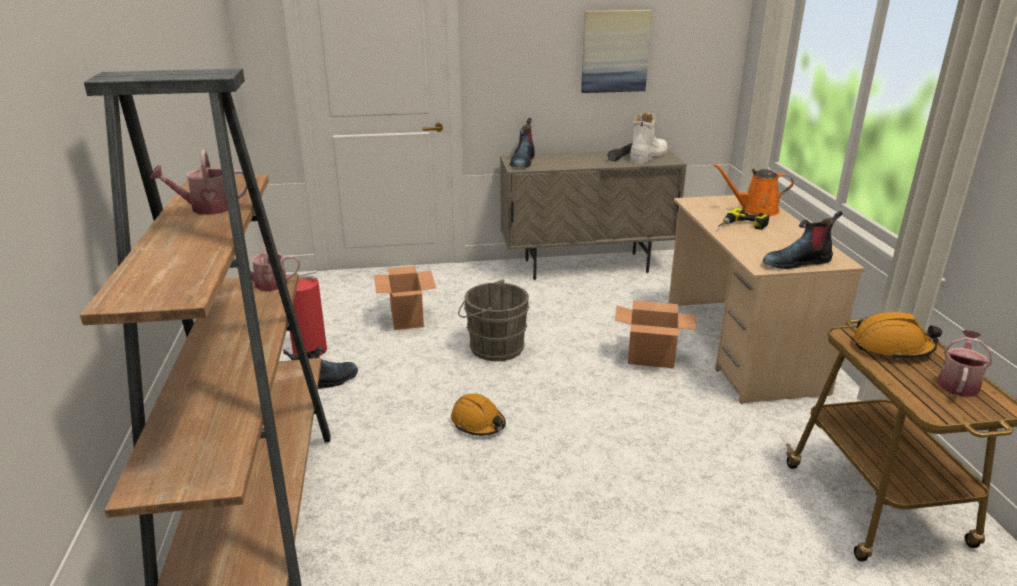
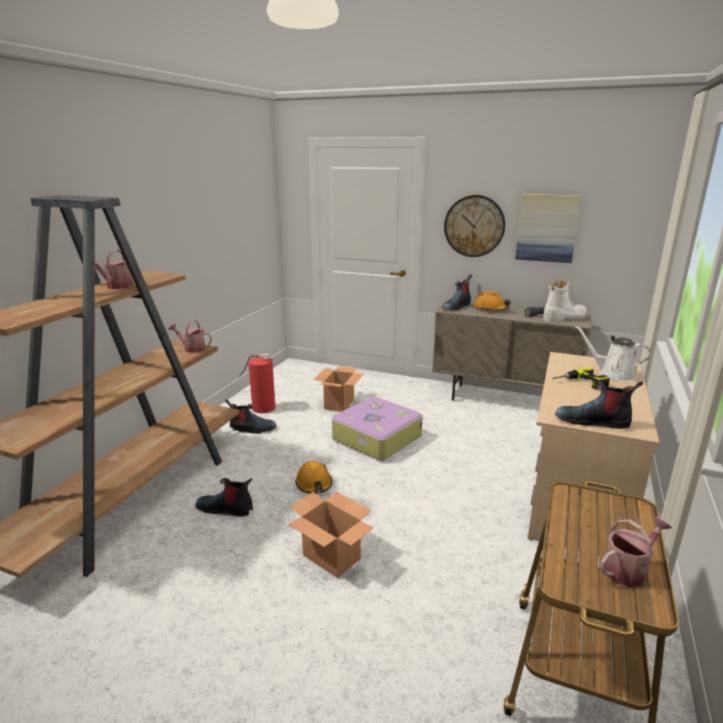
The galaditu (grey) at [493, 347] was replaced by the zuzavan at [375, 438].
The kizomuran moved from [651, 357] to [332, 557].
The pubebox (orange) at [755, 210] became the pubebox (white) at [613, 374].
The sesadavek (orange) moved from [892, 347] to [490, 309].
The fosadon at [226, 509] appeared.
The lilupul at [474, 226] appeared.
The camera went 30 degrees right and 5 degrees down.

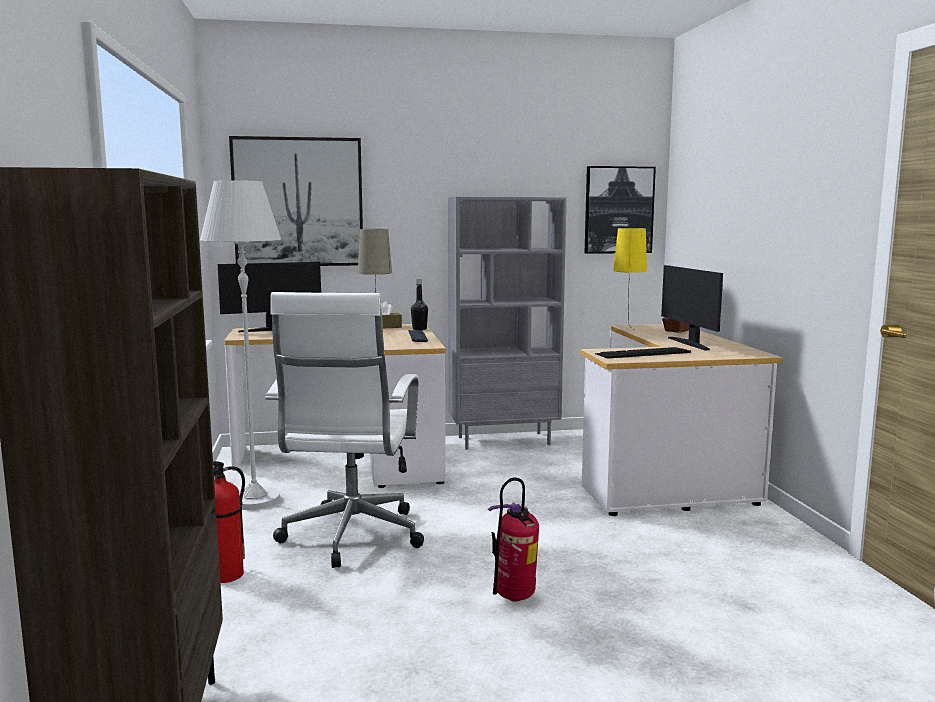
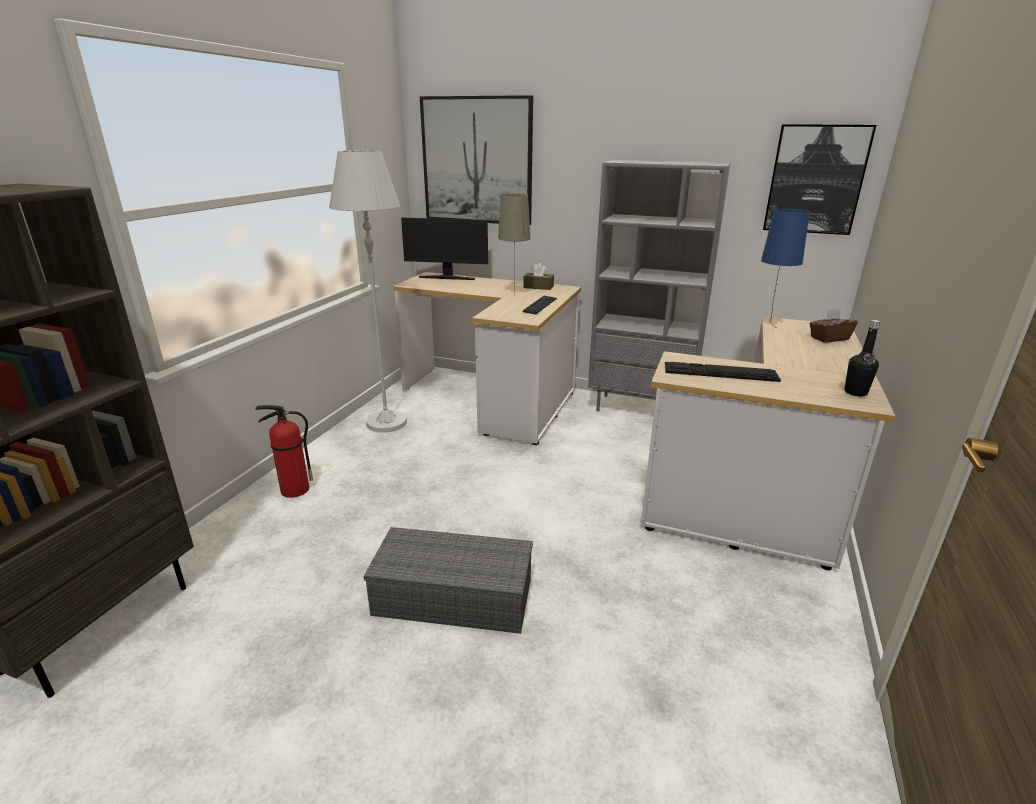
The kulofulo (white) at [351, 538] disappeared.
The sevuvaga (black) moved from [419, 329] to [855, 392].
The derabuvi at [514, 598] was replaced by the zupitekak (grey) at [456, 595].
The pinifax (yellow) at [627, 330] became the pinifax (blue) at [768, 328].
The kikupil at [690, 343] disappeared.
The camera went 30 degrees right and 15 degrees up.

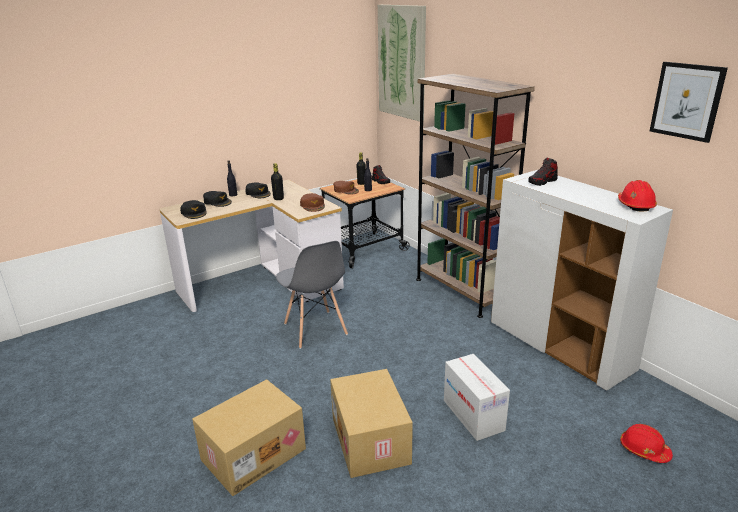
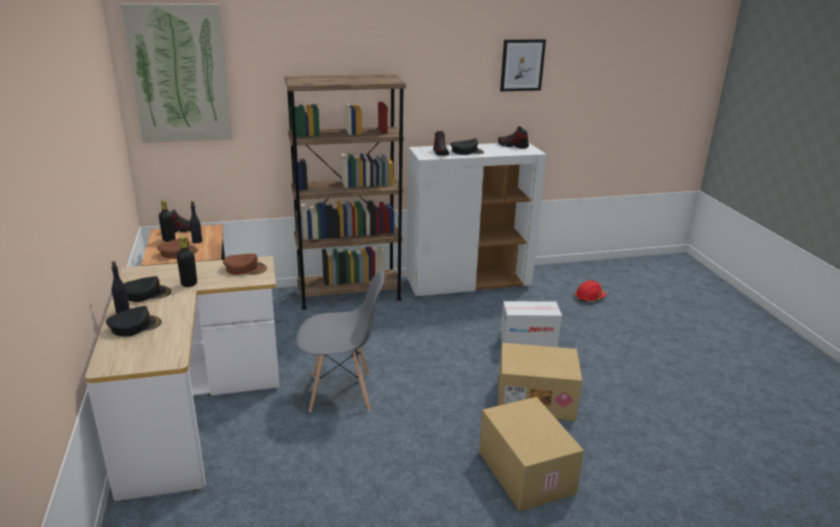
The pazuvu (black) moved from [194, 213] to [466, 151].
The sesadavek (red) at [635, 205] was replaced by the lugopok at [513, 146].
The camera went 70 degrees left and 0 degrees up.

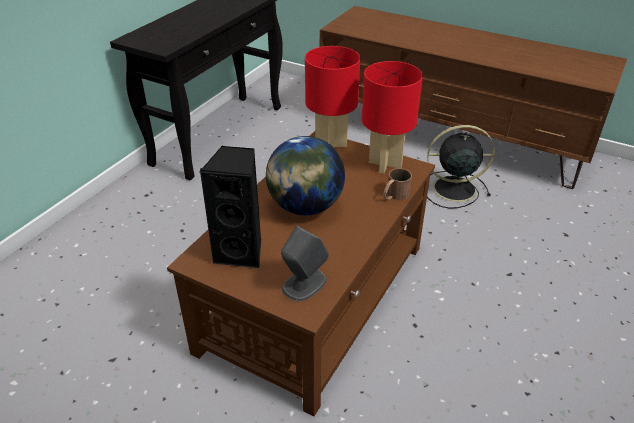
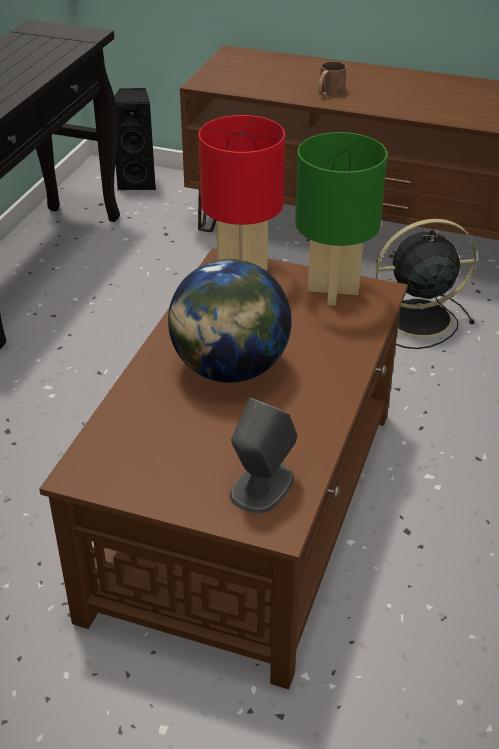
The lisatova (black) moved from [241, 252] to [138, 182].
The pinifax (red) at [385, 164] became the pinifax (green) at [333, 291].
The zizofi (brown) moved from [394, 195] to [328, 92].
The camera went 10 degrees left and 0 degrees up.

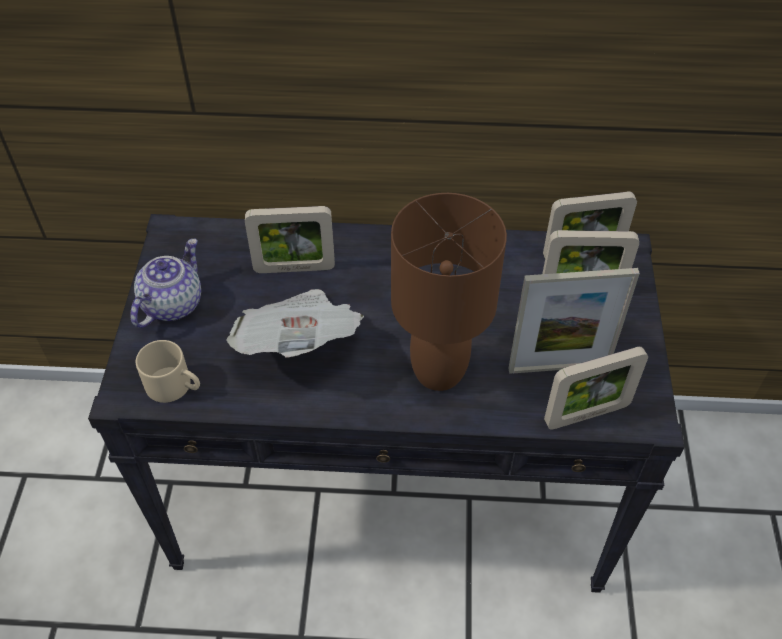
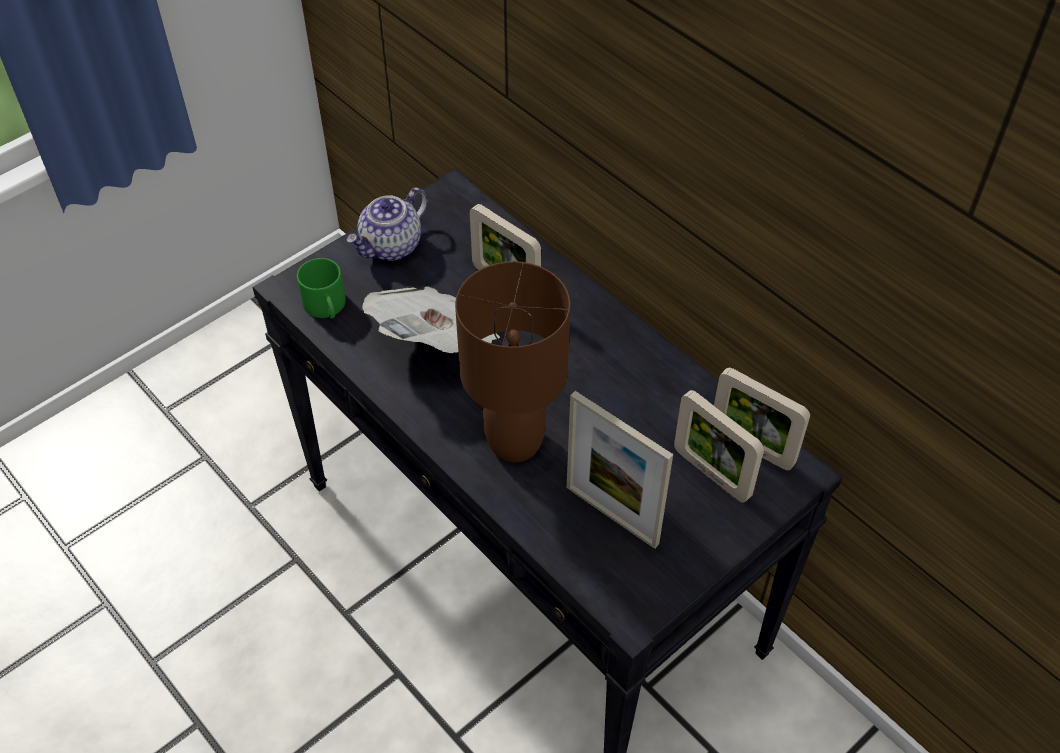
The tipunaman at [172, 303] turned 150 degrees clockwise.
The zizofi (beige) at [175, 386] became the zizofi (green) at [327, 307].
The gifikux at [586, 414] disappeared.
The camera went 45 degrees right and 0 degrees up.

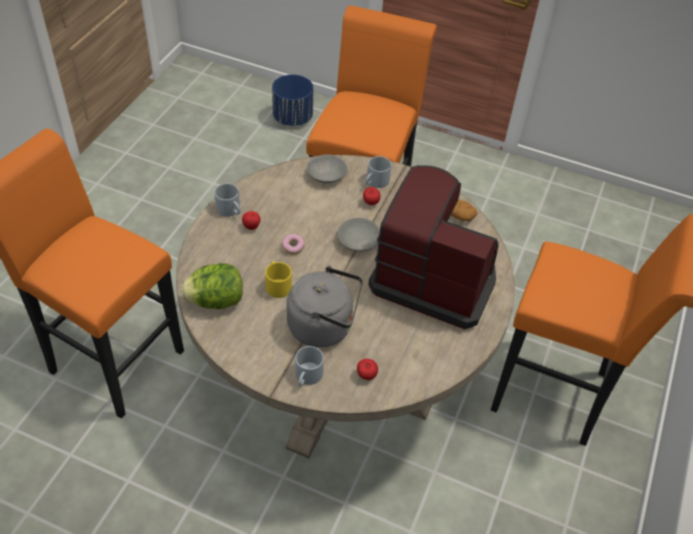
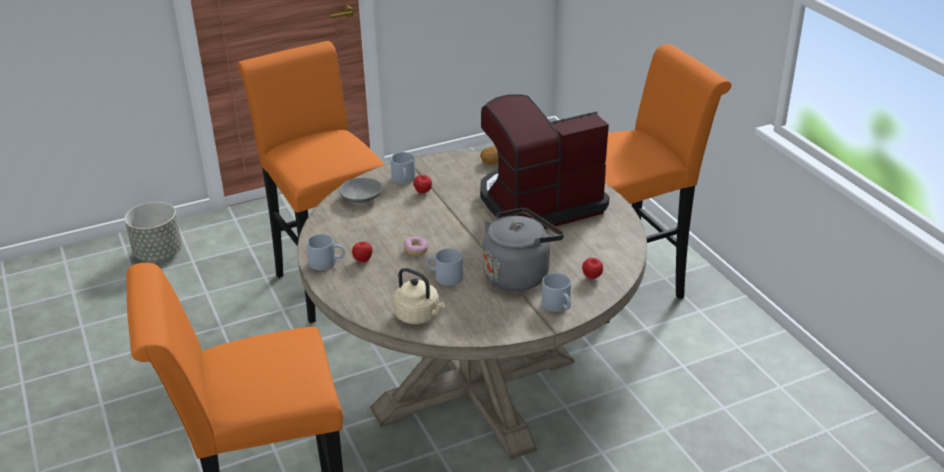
The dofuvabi at [216, 301] was replaced by the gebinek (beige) at [419, 316].
The zizofi (yellow) at [276, 284] became the zizofi (grey) at [444, 277].
The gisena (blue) at [293, 118] became the gisena (grey) at [159, 253].
The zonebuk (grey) at [358, 242] disappeared.
The camera went 45 degrees left and 15 degrees down.

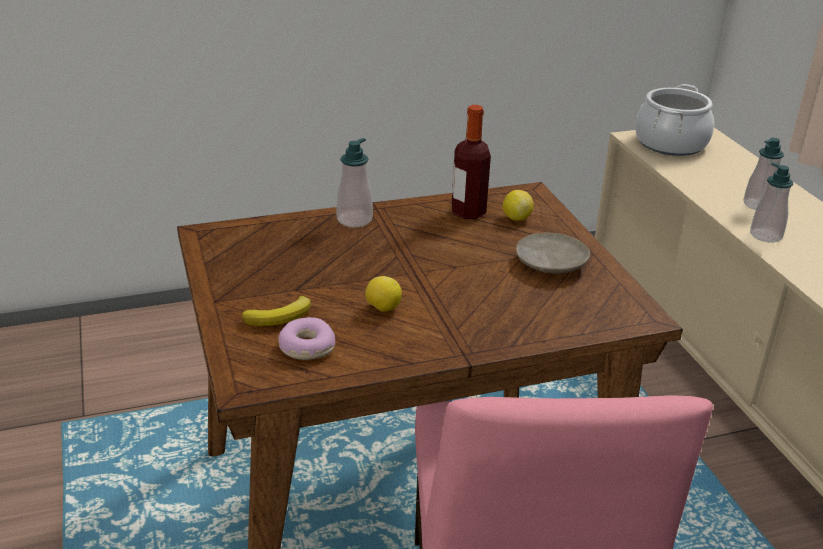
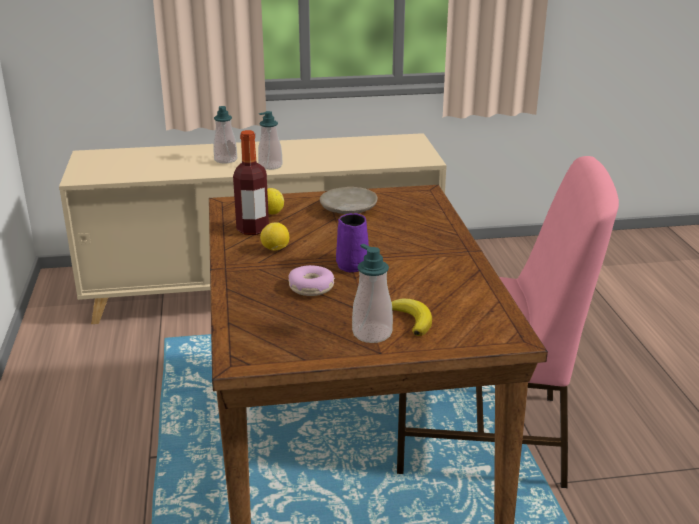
The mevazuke moved from [306, 347] to [311, 288].
The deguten moved from [354, 220] to [372, 333].
The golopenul moved from [382, 308] to [275, 249].
The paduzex at [671, 143] disappeared.
The zizofi (purple) at [353, 265] appeared.
The camera went 80 degrees left and 5 degrees down.

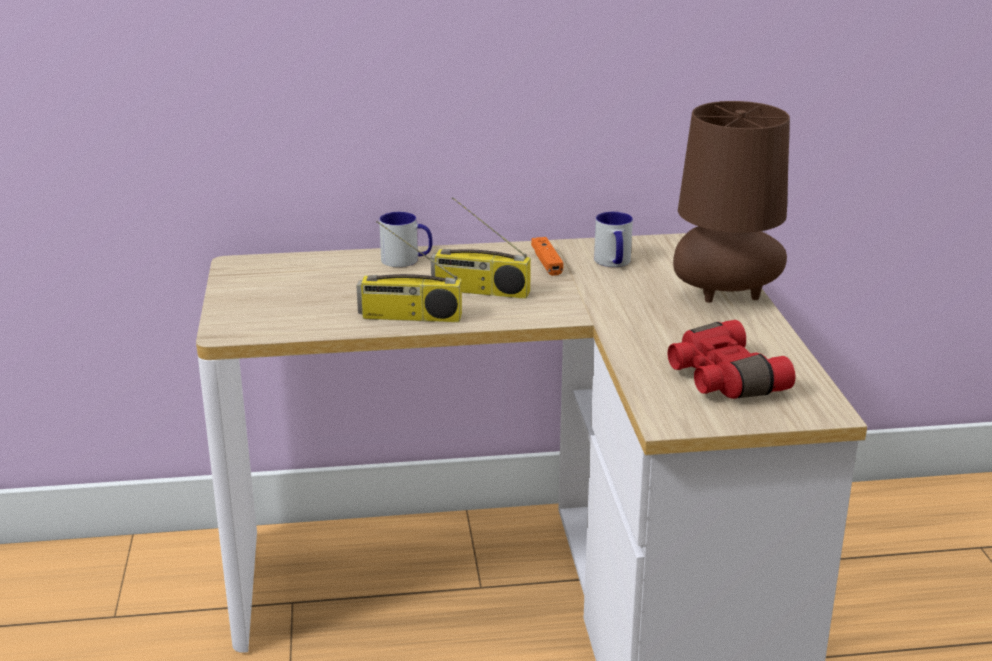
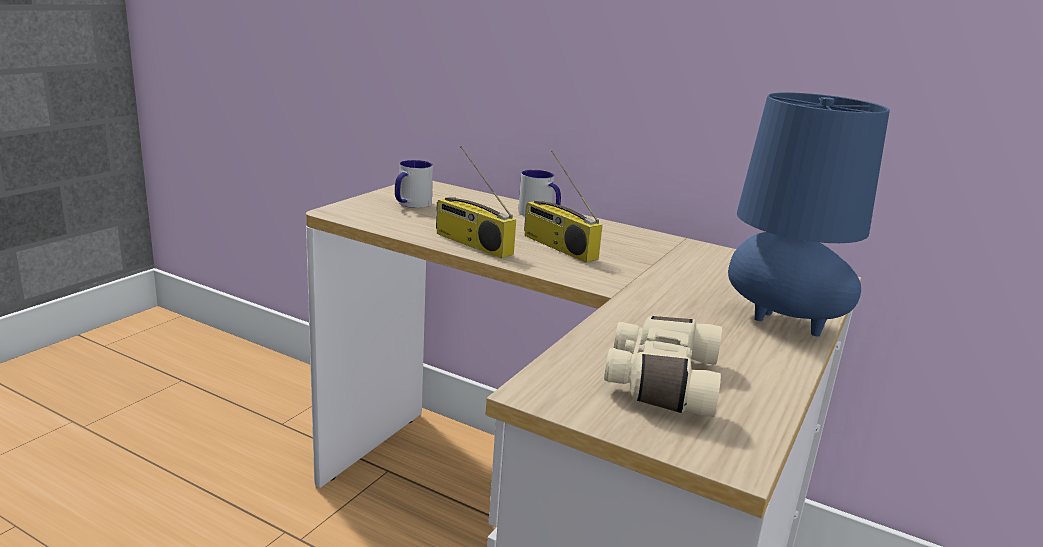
The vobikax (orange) at [546, 262] disappeared.
The zizofi moved from [613, 263] to [411, 204].
The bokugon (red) at [721, 379] became the bokugon (beige) at [659, 381].
The pinifax (brown) at [724, 298] became the pinifax (blue) at [779, 323].
The camera went 35 degrees right and 5 degrees down.

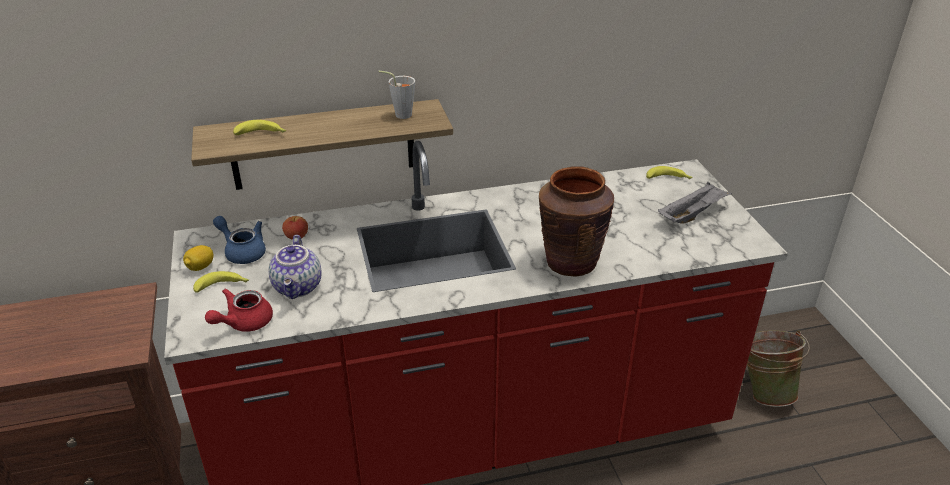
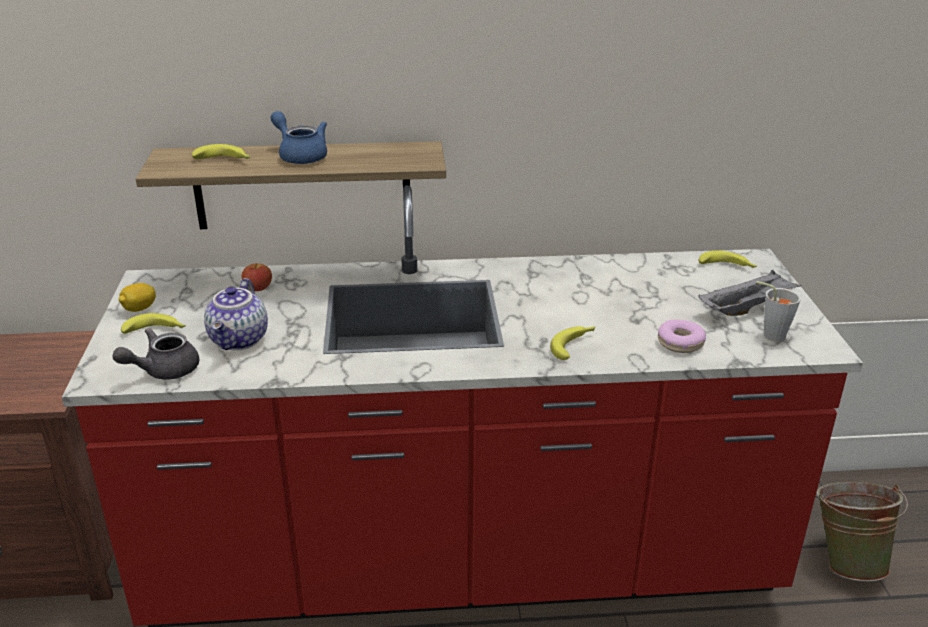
The tipunaman (red) at [243, 323] became the tipunaman (grey) at [163, 370].
The tipunaman (blue) moved from [242, 251] to [300, 155].
The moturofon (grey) moved from [399, 114] to [769, 334].
The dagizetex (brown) at [570, 262] was replaced by the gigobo at [574, 345].
The mevazuke at [680, 343] appeared.
The camera went 10 degrees right and 5 degrees down.

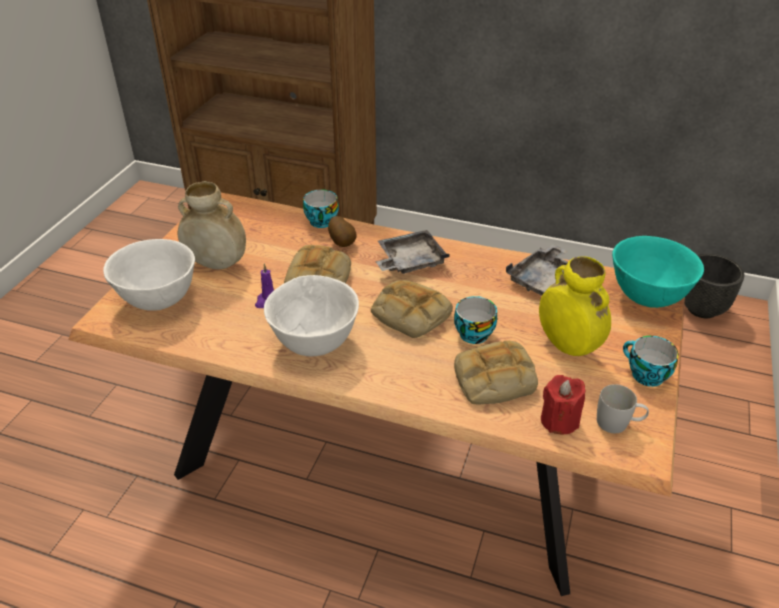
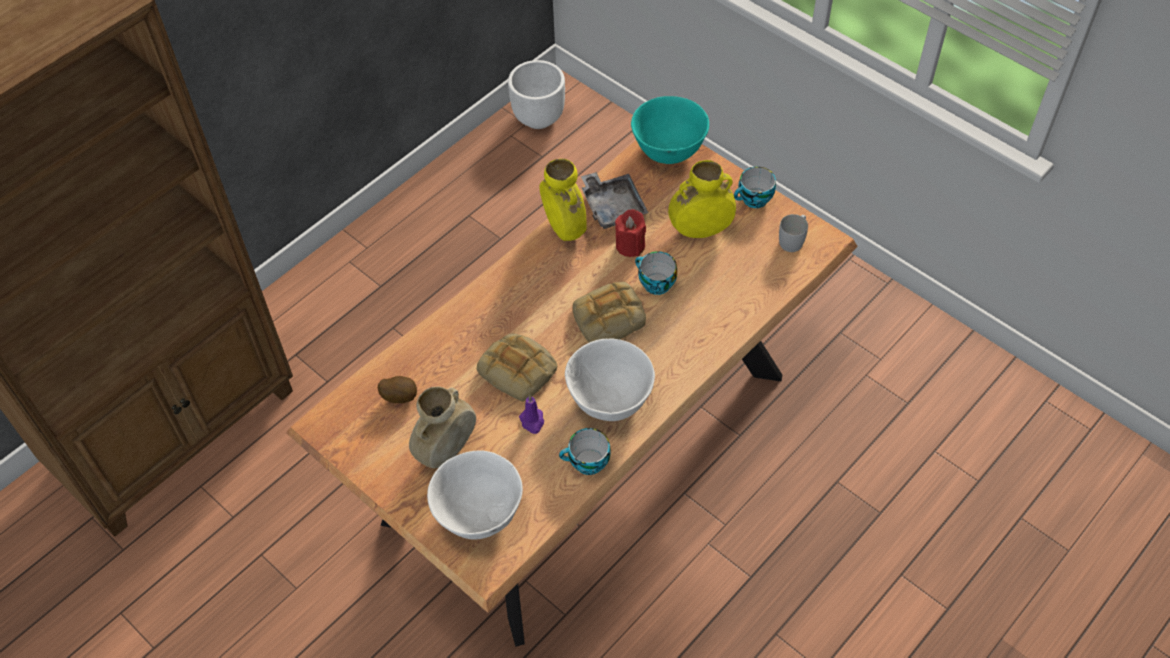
The moturofon moved from [320, 221] to [587, 463].
The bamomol moved from [343, 243] to [400, 396].
The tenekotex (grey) at [410, 261] disappeared.
The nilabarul at [493, 380] disappeared.
The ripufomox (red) moved from [559, 420] to [630, 245].
The gisena (black) at [702, 309] became the gisena (white) at [539, 118].
The dagizetex (yellow) at [565, 228] appeared.
The camera went 65 degrees left and 15 degrees up.

